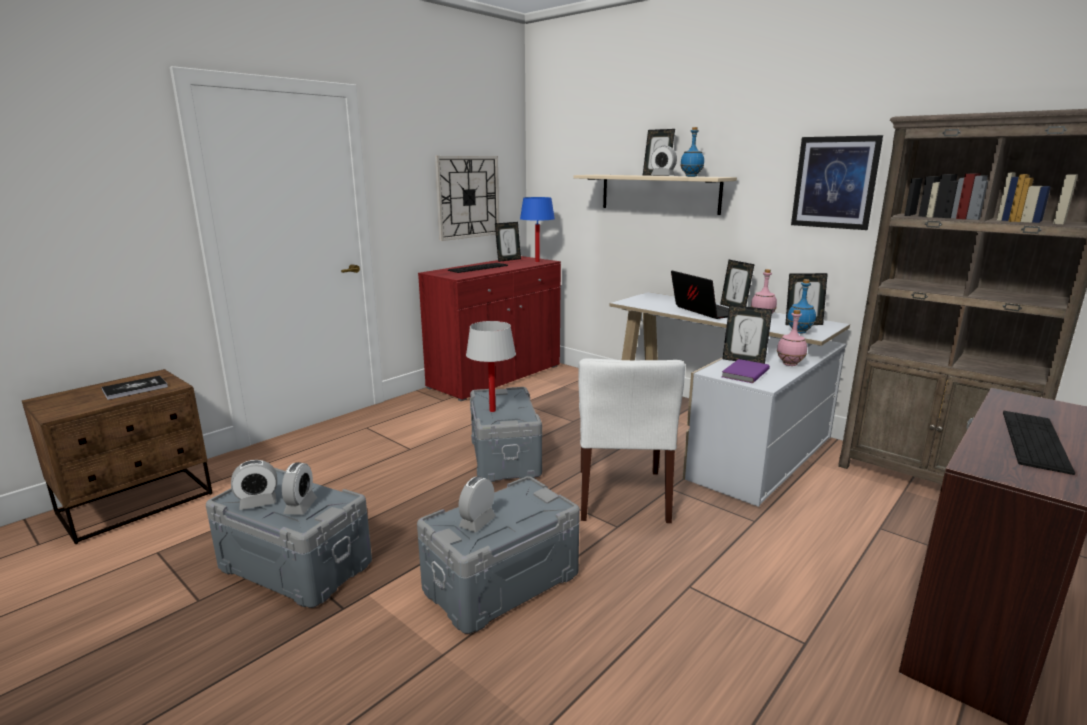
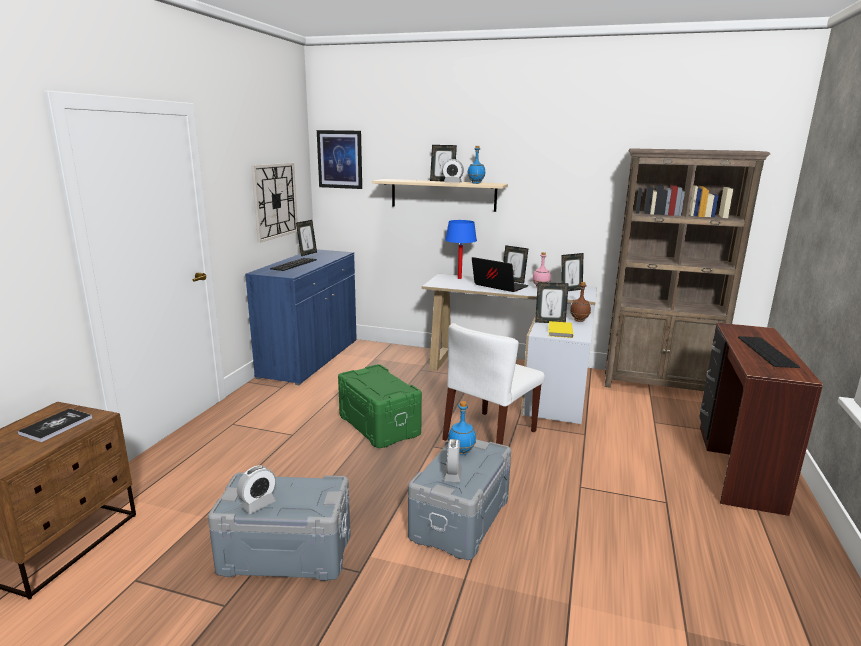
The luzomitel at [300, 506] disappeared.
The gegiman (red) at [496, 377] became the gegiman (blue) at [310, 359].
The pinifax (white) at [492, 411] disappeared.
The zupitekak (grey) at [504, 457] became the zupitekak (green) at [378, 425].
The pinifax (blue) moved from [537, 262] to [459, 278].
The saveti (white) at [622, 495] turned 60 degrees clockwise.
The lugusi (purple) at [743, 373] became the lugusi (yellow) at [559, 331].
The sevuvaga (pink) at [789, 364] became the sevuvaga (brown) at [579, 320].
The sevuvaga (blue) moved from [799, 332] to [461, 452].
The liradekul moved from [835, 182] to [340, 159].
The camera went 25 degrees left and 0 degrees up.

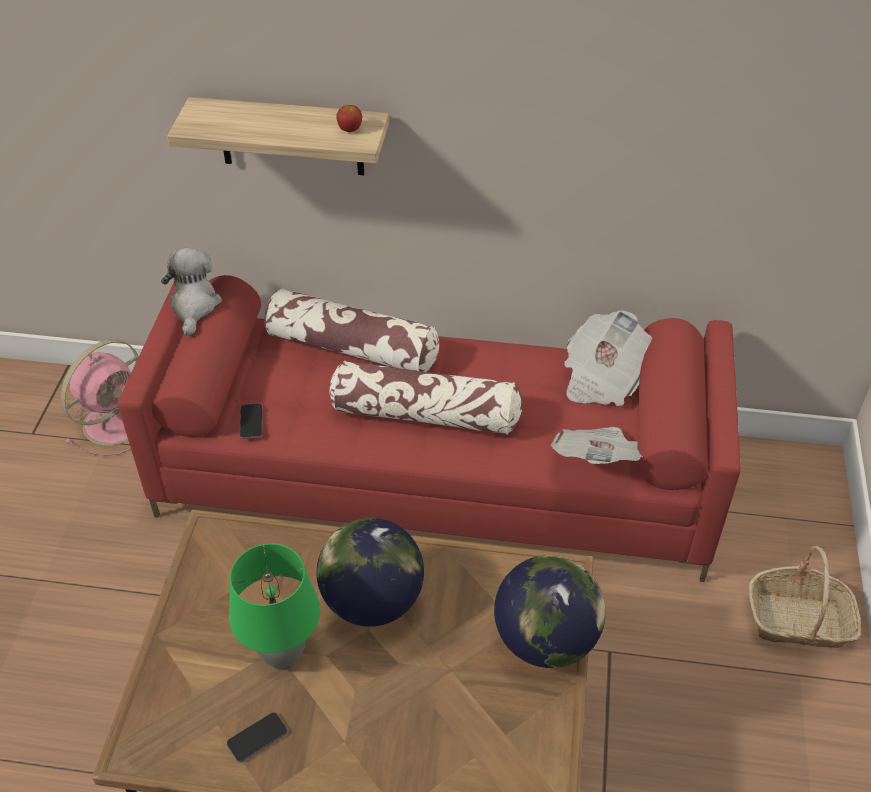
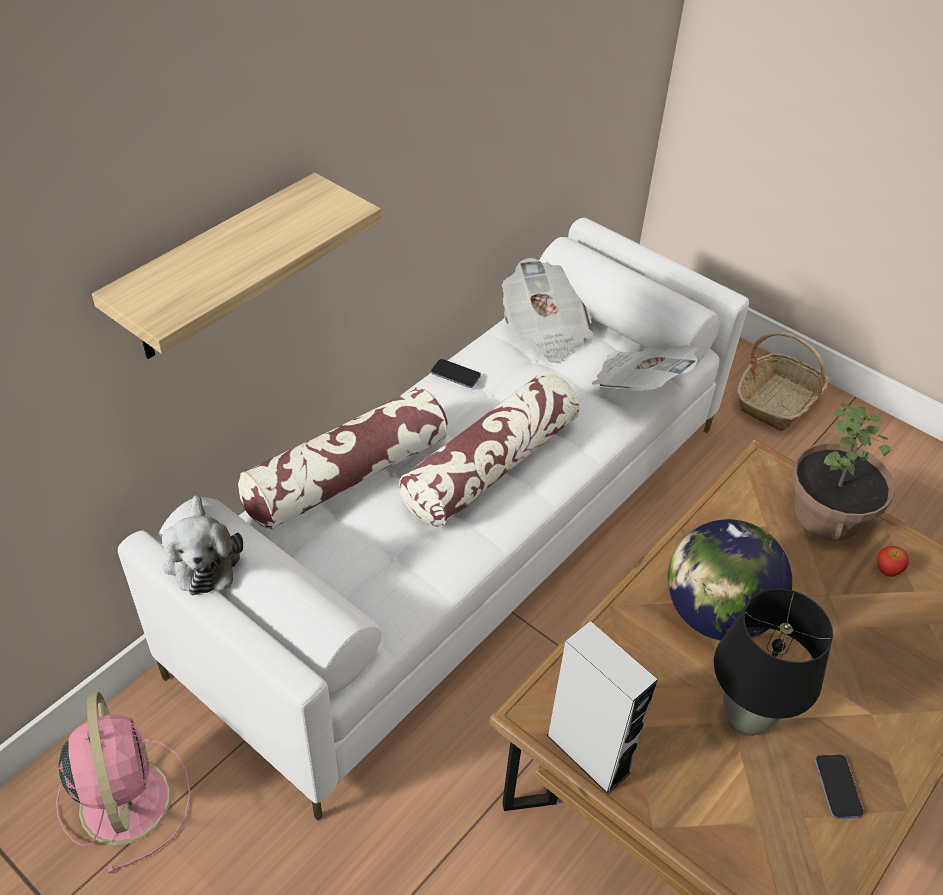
The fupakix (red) at [437, 477] became the fupakix (white) at [466, 538].
The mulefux at [194, 306] turned 135 degrees counterclockwise.
The pinifax (green) at [283, 655] became the pinifax (black) at [745, 719].
The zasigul moved from [251, 422] to [455, 375].
The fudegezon moved from [350, 129] to [887, 570].
The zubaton at [545, 640] was replaced by the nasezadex at [829, 514].
The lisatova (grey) at [588, 754] appeared.
The camera went 60 degrees left and 0 degrees up.

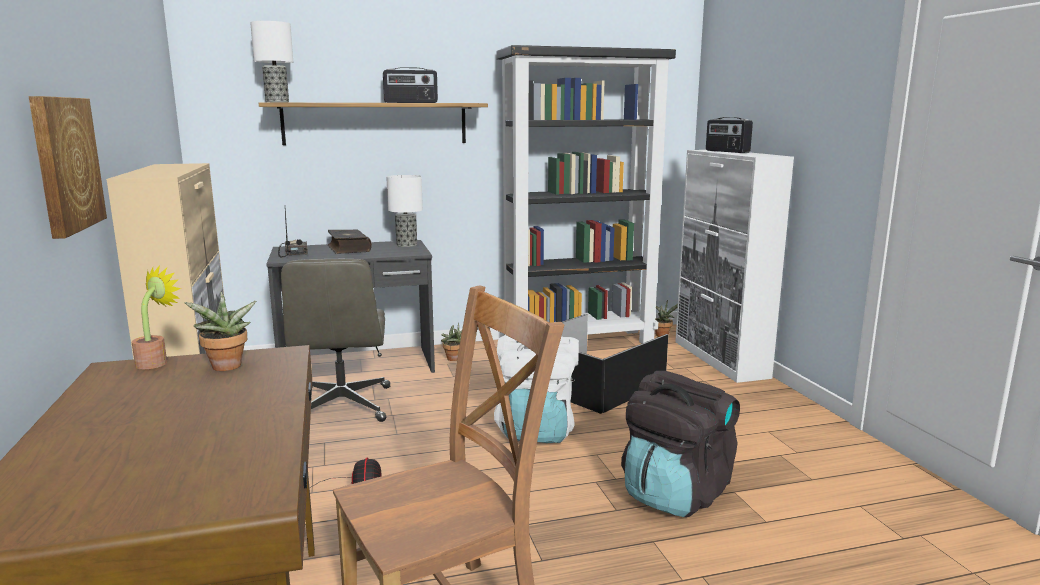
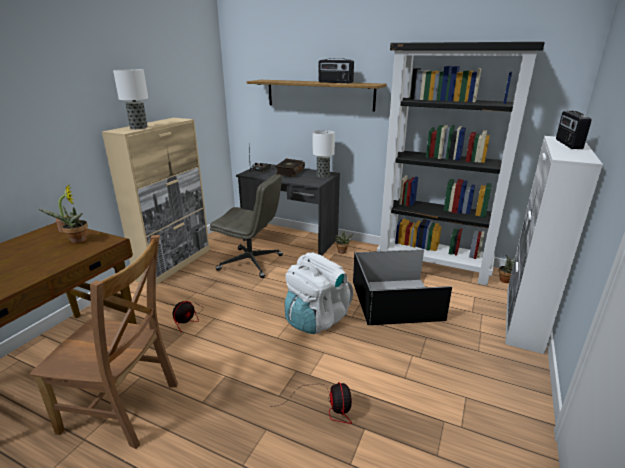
The liradekul at [65, 164] disappeared.
The pinifax moved from [277, 102] to [139, 127].
The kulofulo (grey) at [342, 406] turned 105 degrees counterclockwise.
The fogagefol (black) at [676, 493] was replaced by the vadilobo at [326, 406].
The camera went 40 degrees right and 10 degrees up.

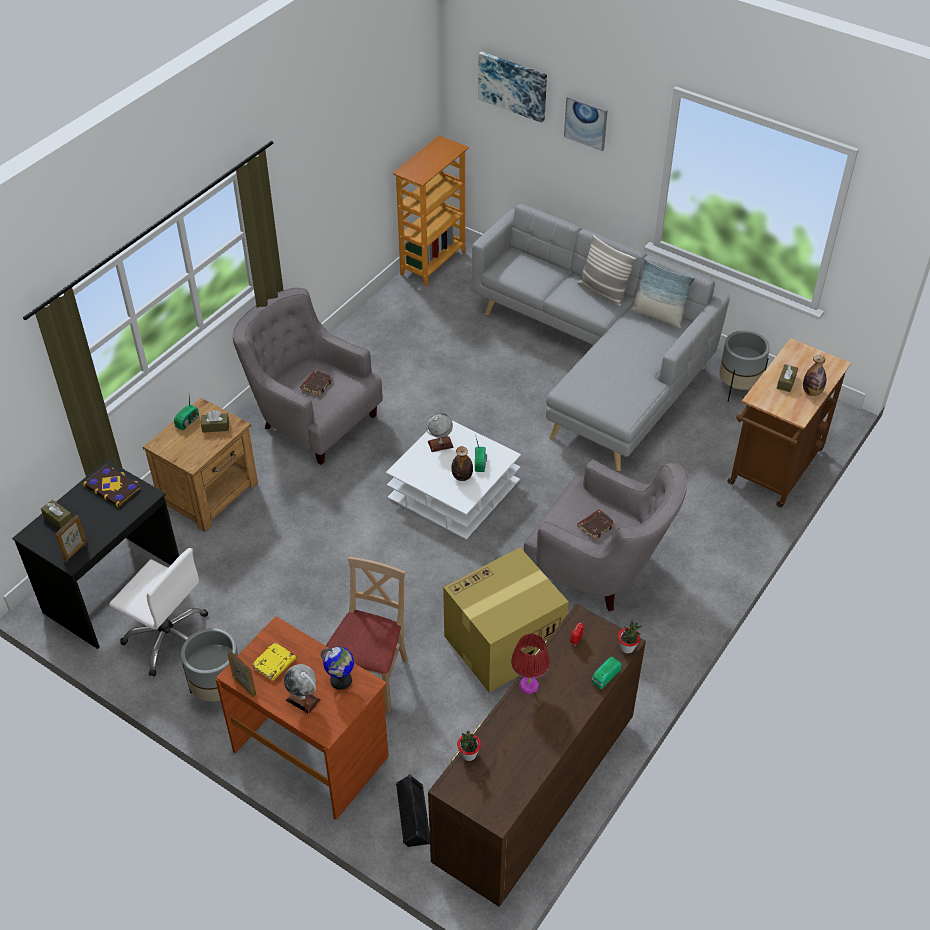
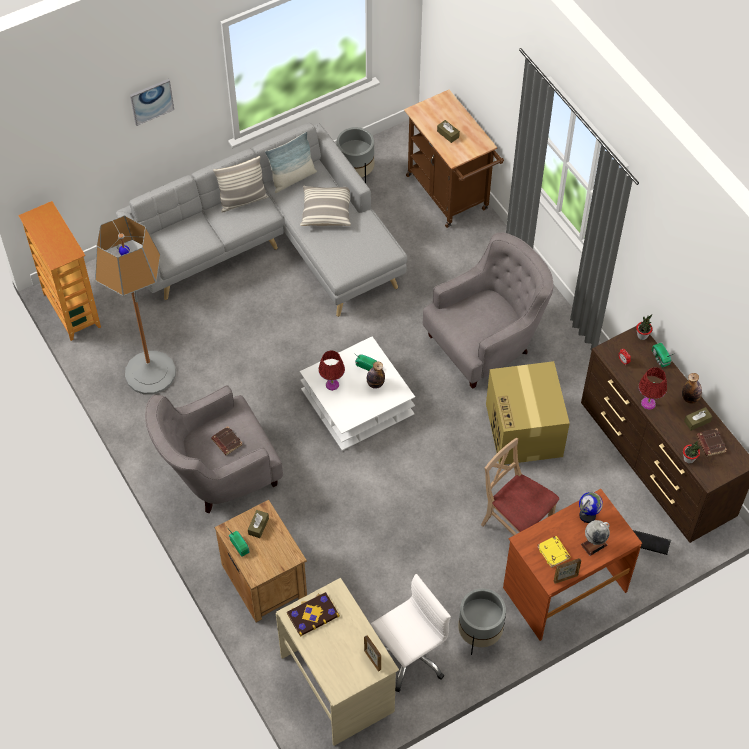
The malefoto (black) at [114, 592] became the malefoto (beige) at [338, 683].
The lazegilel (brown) moved from [58, 518] to [697, 421].
The zubaton at [440, 444] was replaced by the pinifax (red) at [332, 384].
The liradekul at [513, 85] disappeared.
The lugusi (brown) moved from [596, 526] to [710, 443].
The sevuvaga moved from [812, 392] to [690, 398].
The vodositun at [150, 373] appeared.
The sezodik at [326, 212] appeared.
The camera went 65 degrees left and 10 degrees up.

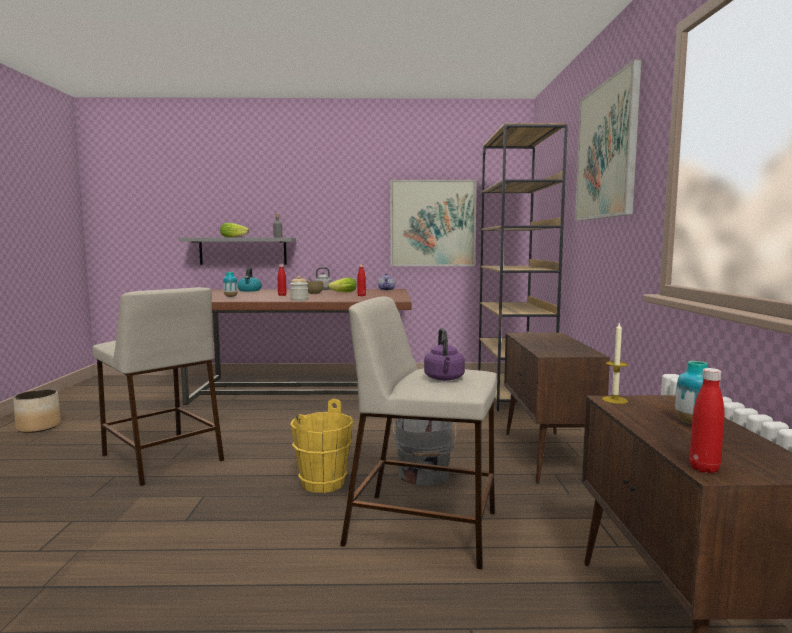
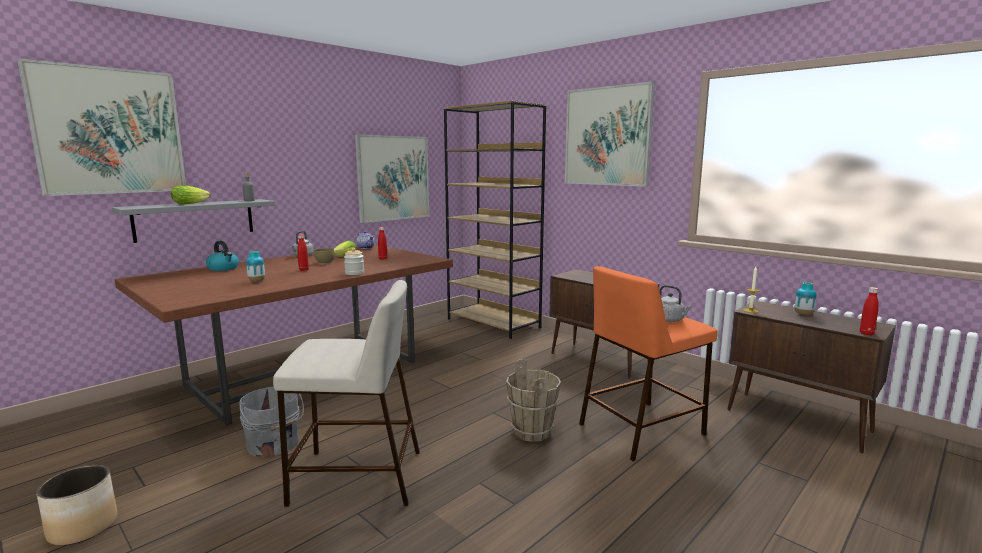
The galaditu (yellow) at [323, 483] became the galaditu (brown) at [532, 432].
The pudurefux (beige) at [424, 528] became the pudurefux (orange) at [642, 428].
The galaditu (grey) moved from [423, 475] to [274, 445].
The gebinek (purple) at [444, 379] became the gebinek (grey) at [670, 320].
The liradekul at [109, 131] appeared.
The camera went 45 degrees left and 5 degrees up.

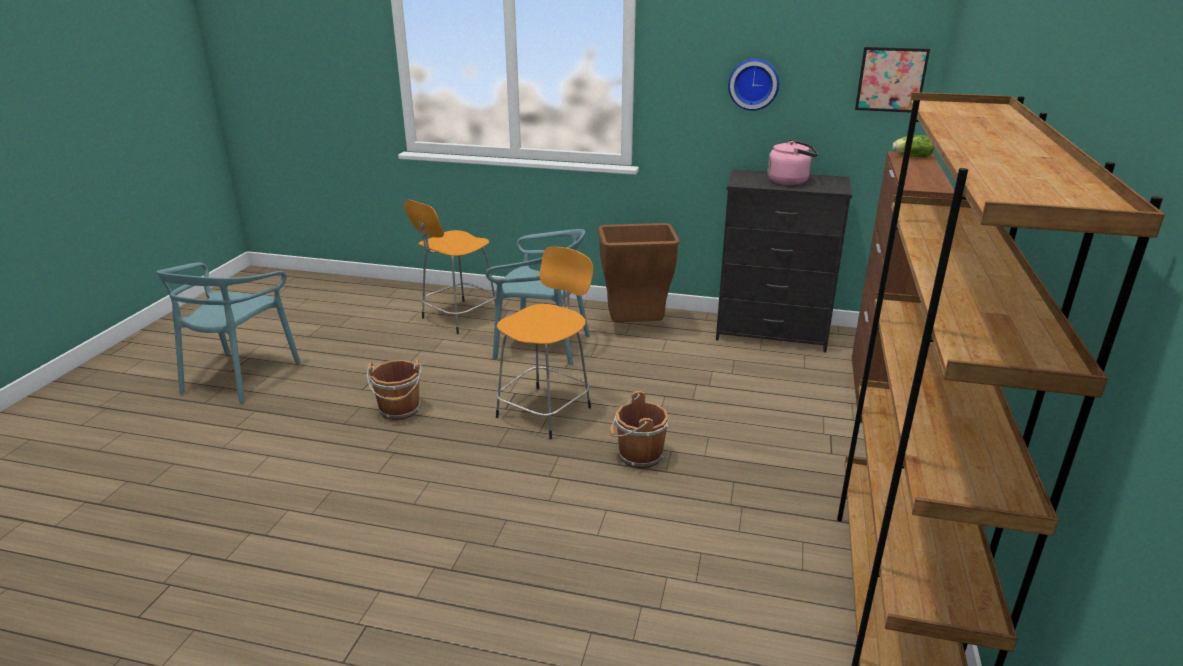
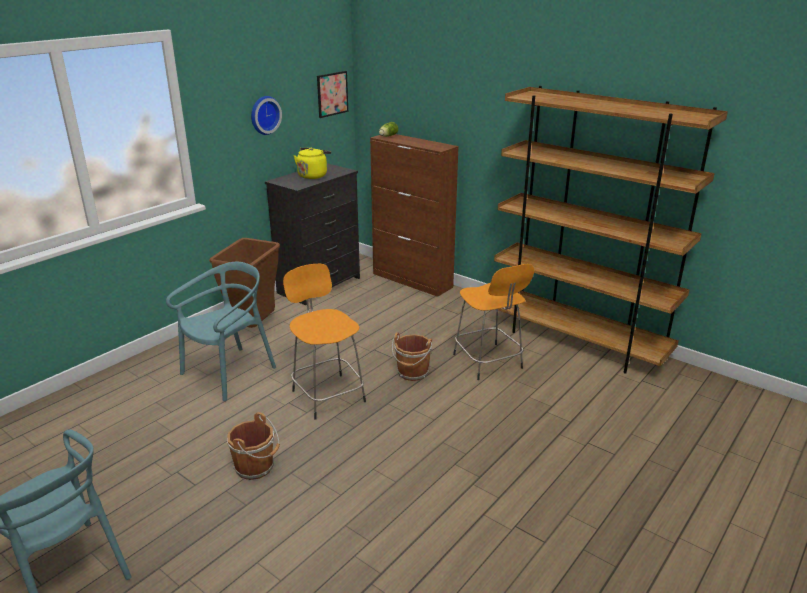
The pudurefux (orange) moved from [458, 318] to [488, 362].
The gebinek (pink) at [790, 181] became the gebinek (yellow) at [313, 175].
The camera went 65 degrees left and 0 degrees up.

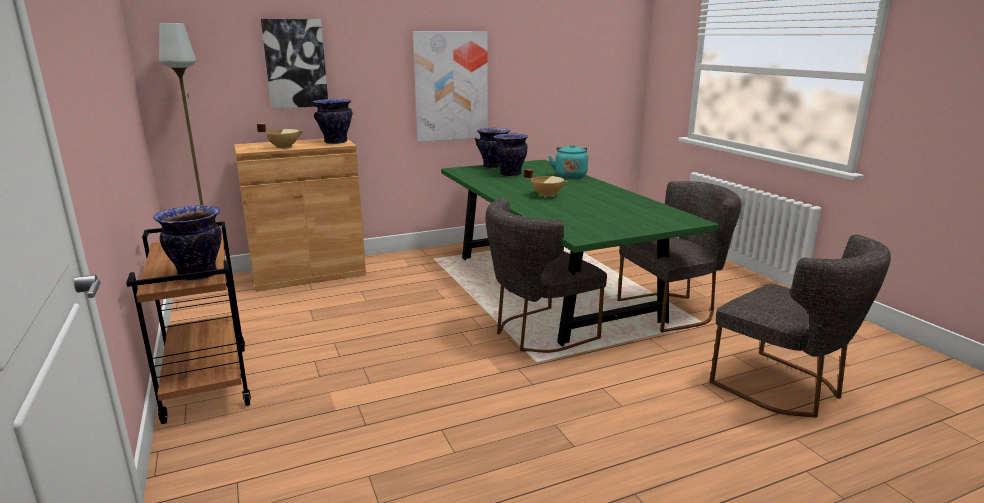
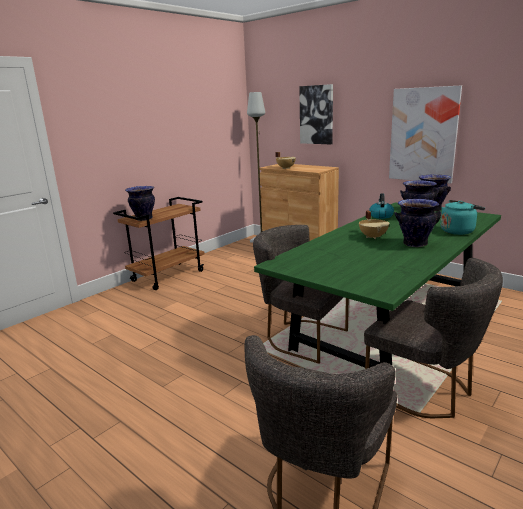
The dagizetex moved from [335, 142] to [415, 244].
The gebinek at [381, 216] appeared.
The camera went 65 degrees right and 0 degrees up.

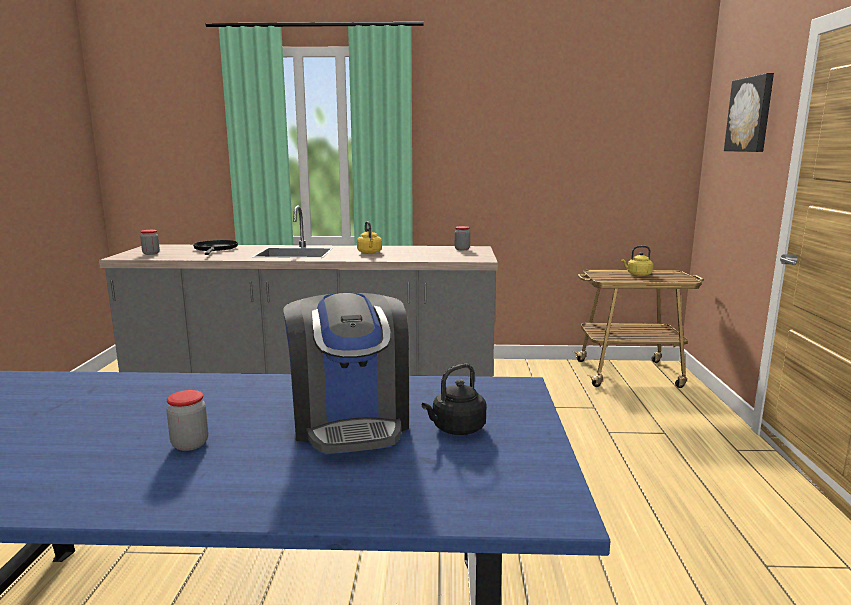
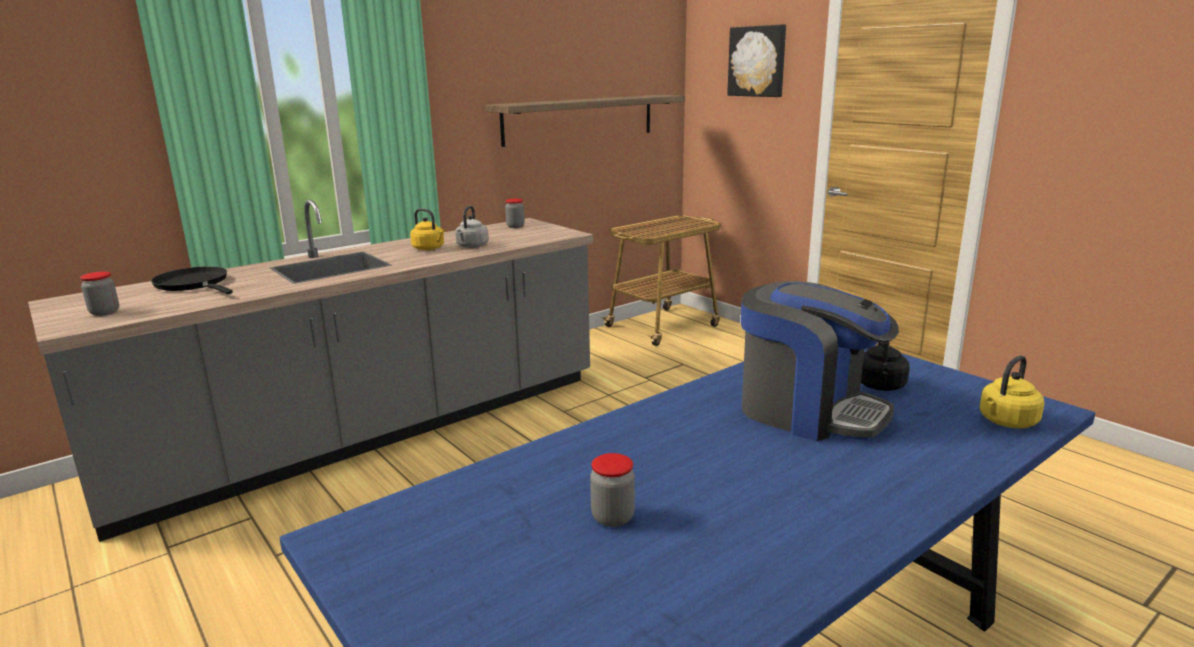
The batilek moved from [190, 444] to [613, 517].
The gebinek (yellow) moved from [637, 274] to [1006, 422].
The gebinek (grey) at [471, 246] appeared.
The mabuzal at [580, 119] appeared.
The camera went 40 degrees left and 5 degrees up.

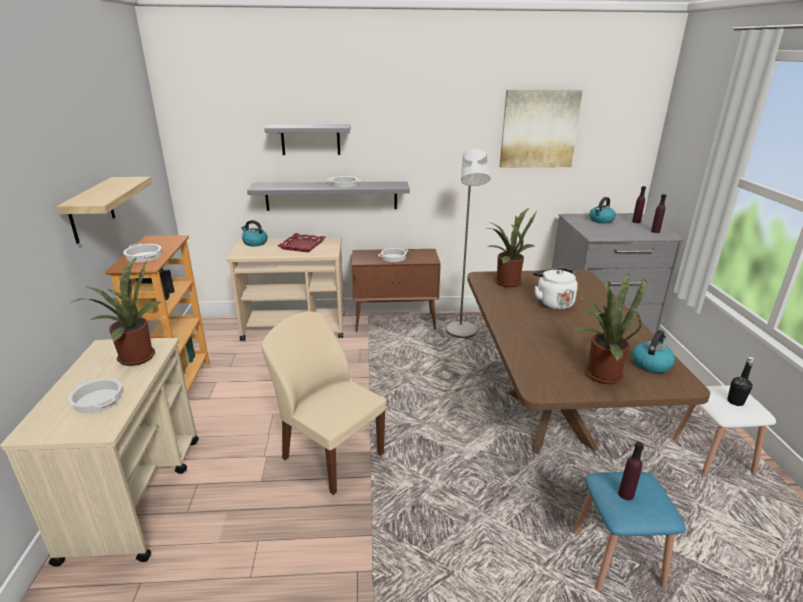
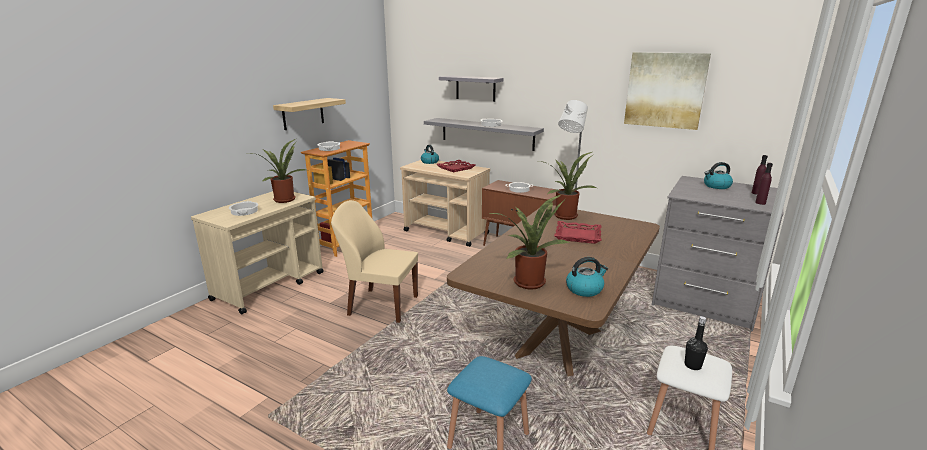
The saveti (beige) at [331, 454] turned 60 degrees counterclockwise.
The gebinek (white) at [552, 303] was replaced by the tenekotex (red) at [578, 235].
The sevuvaga (purple) at [626, 494] disappeared.
The camera went 35 degrees right and 5 degrees down.

